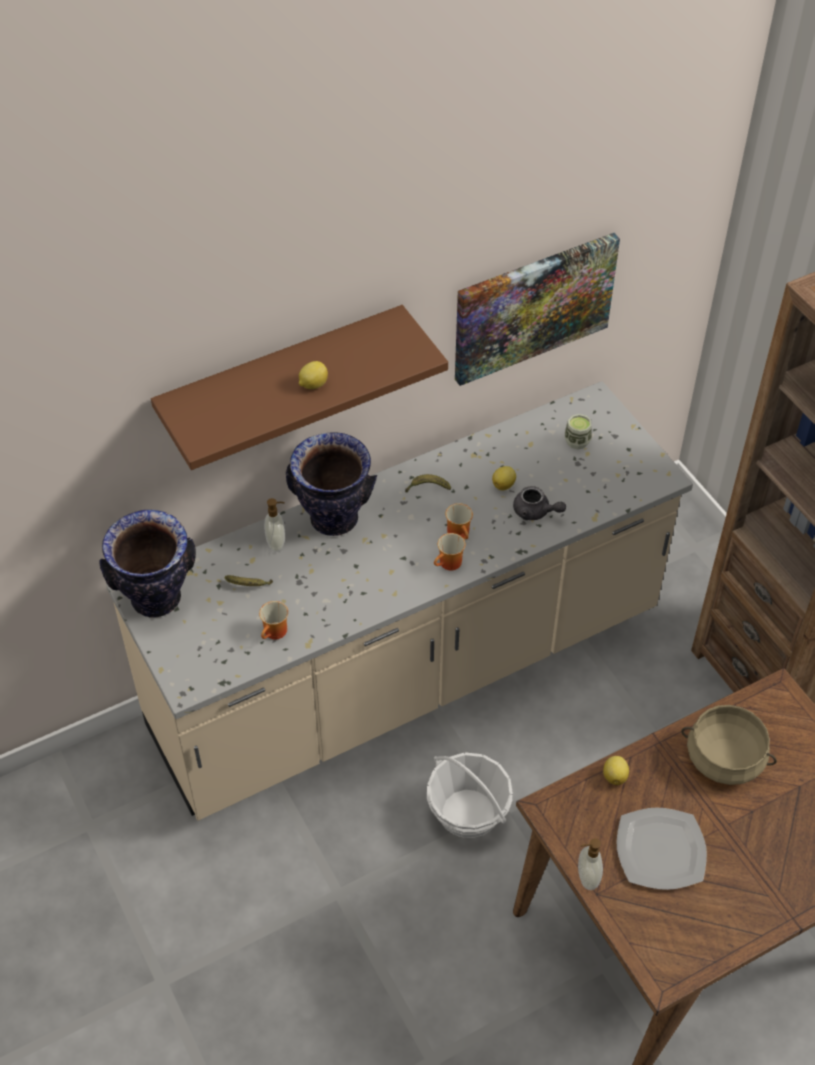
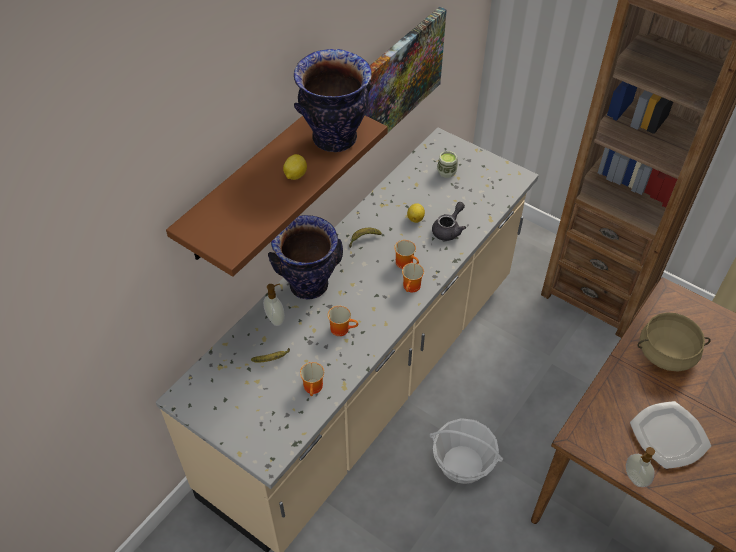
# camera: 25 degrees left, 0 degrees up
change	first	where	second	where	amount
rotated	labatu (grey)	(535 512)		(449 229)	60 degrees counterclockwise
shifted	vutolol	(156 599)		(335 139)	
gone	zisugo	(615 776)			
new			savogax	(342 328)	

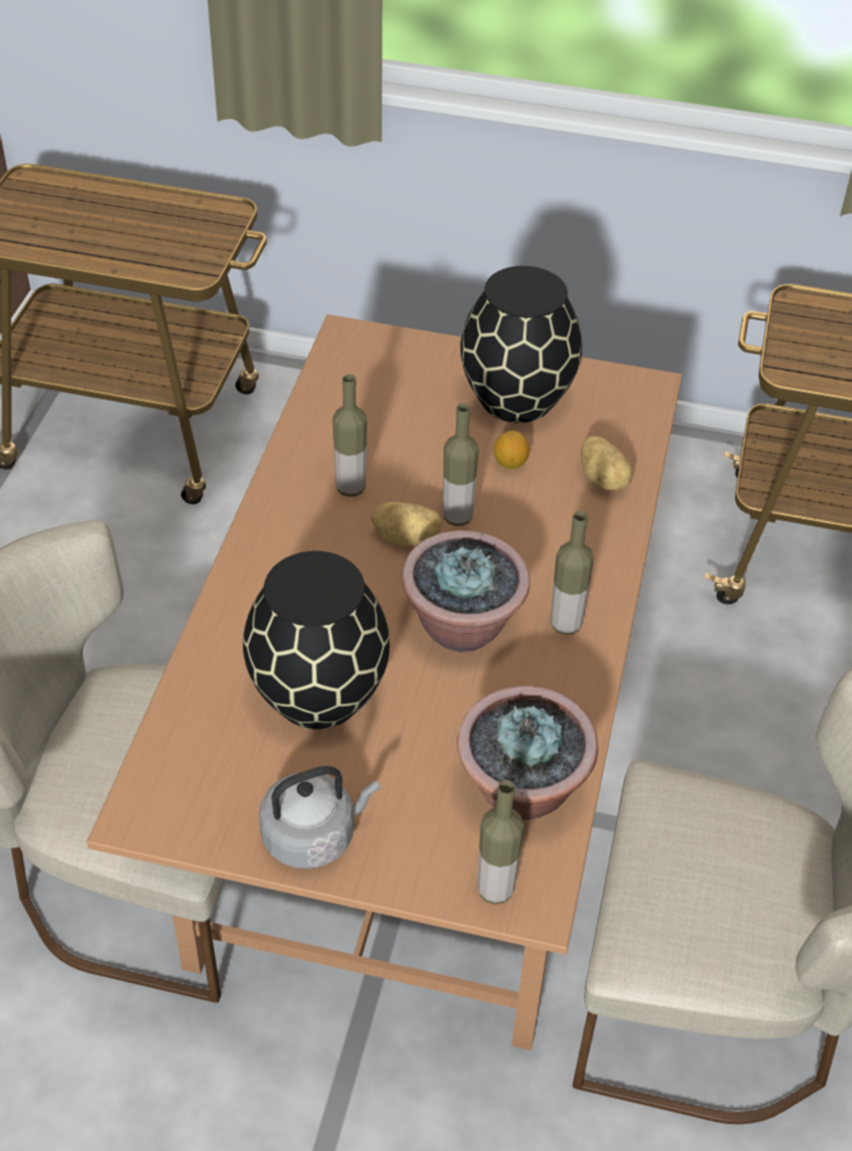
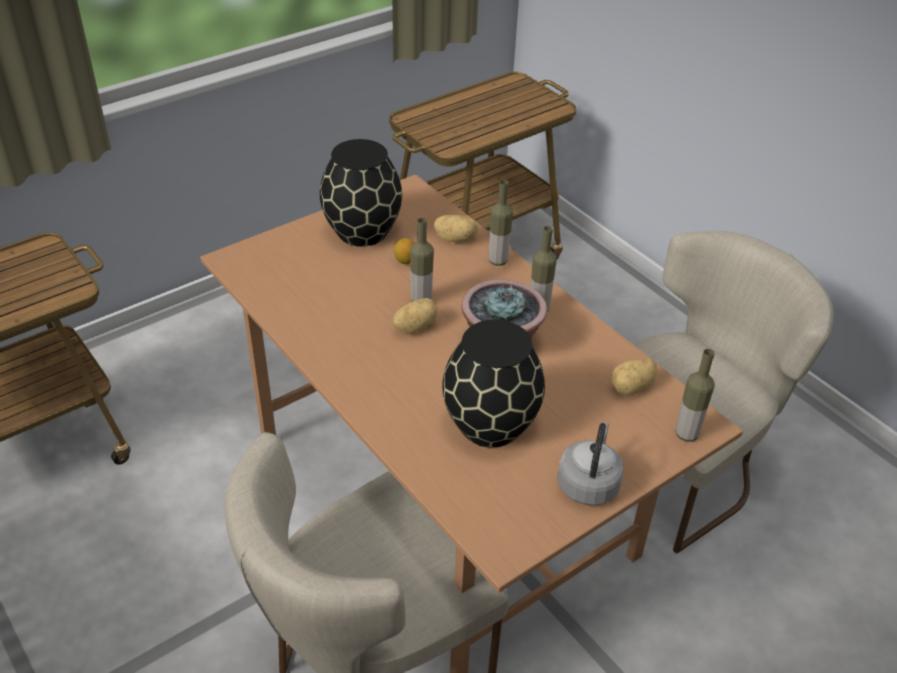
# camera: 50 degrees left, 5 degrees down
change	first	where	second	where	amount
shifted	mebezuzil	(350 488)		(498 261)	
swapped	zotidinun	(522 792)	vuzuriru	(632 388)	

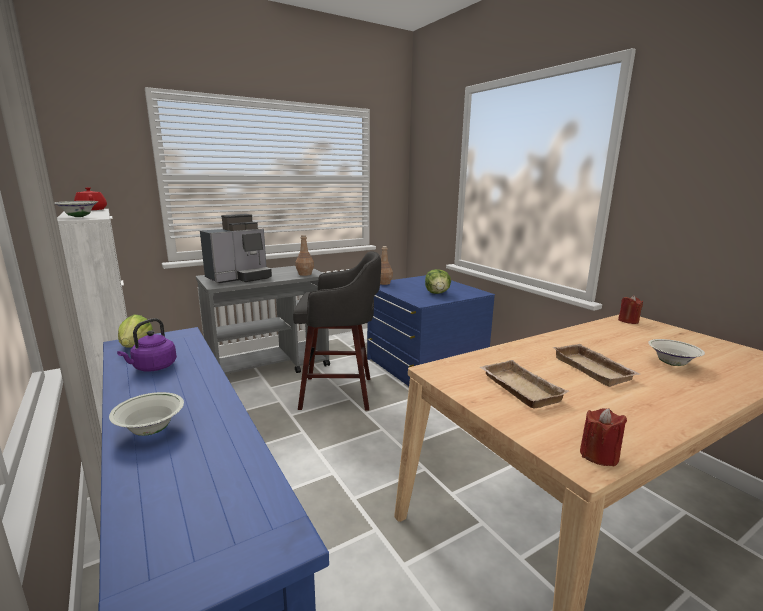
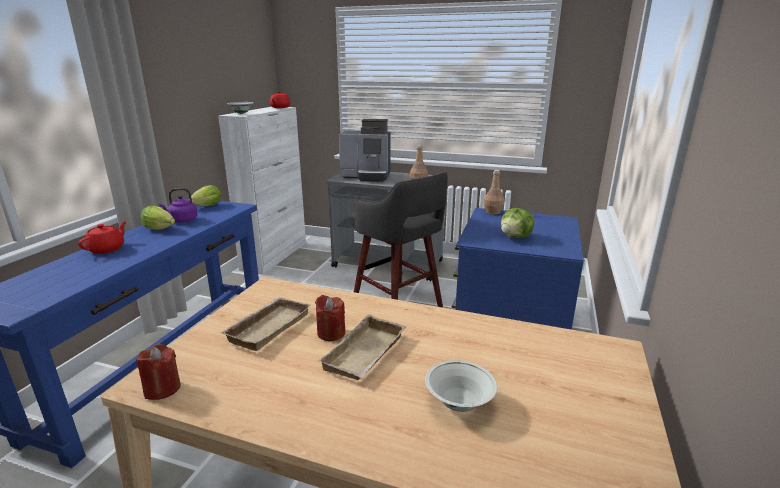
# camera: 50 degrees right, 5 degrees up
change	first	where	second	where	amount
shifted	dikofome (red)	(628 321)		(331 333)	
swapped	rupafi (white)	(151 430)	labatu (red)	(107 249)	
new			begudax	(161 229)	

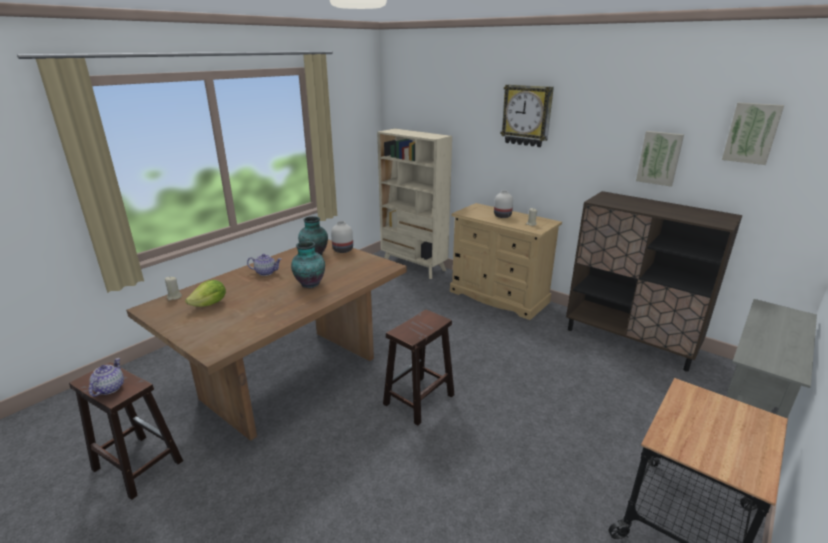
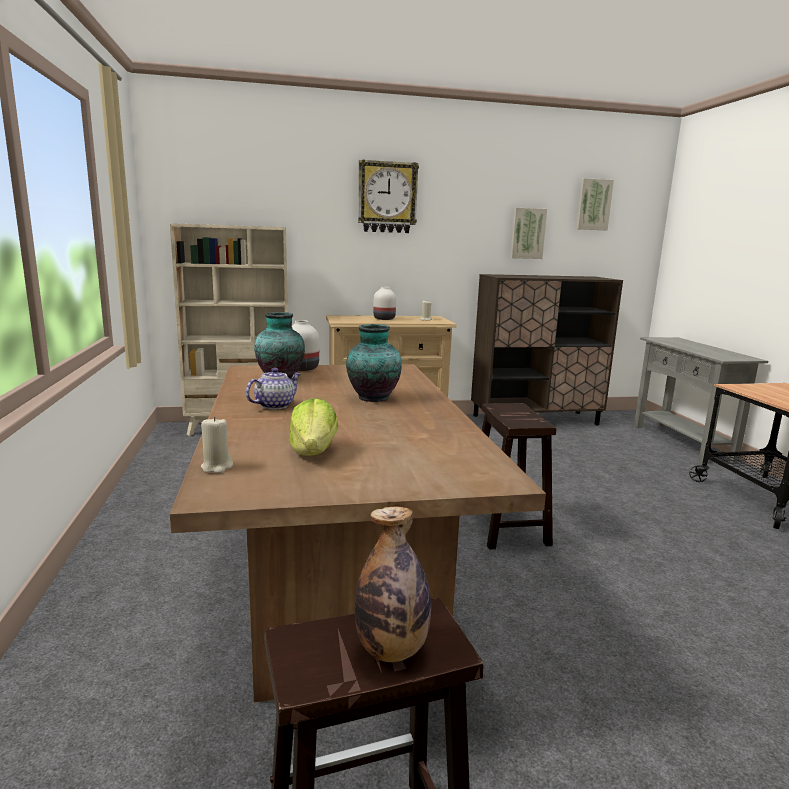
# camera: 50 degrees left, 10 degrees down
change	first	where	second	where	amount
swapped	labatu	(109 388)	mebezuzil	(391 649)	

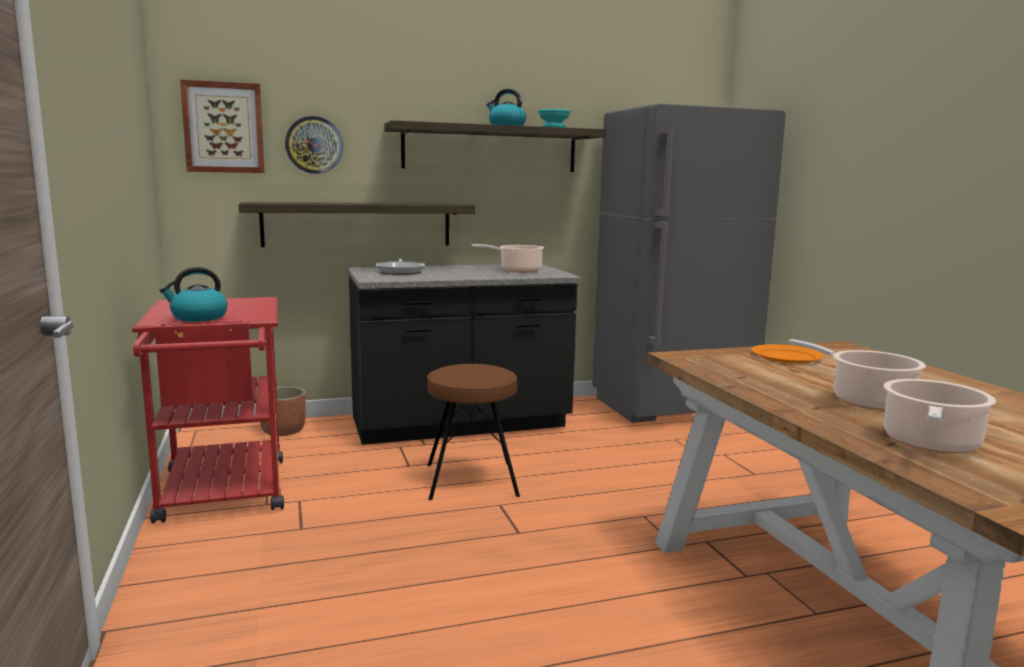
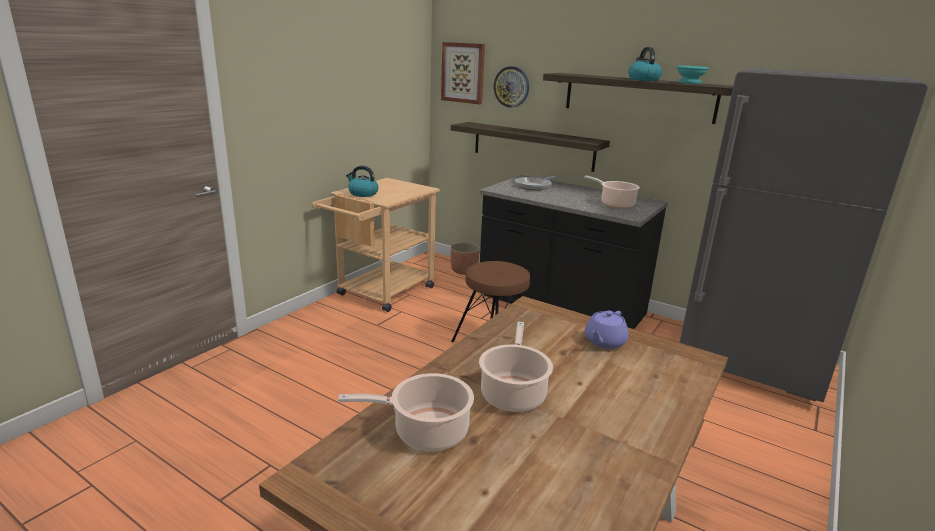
# camera: 50 degrees right, 10 degrees up
change	first	where	second	where	amount
repainted	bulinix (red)	(223 496)	bulinix (beige)	(381 294)	
swapped	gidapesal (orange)	(786 357)	labatu (purple)	(604 342)	

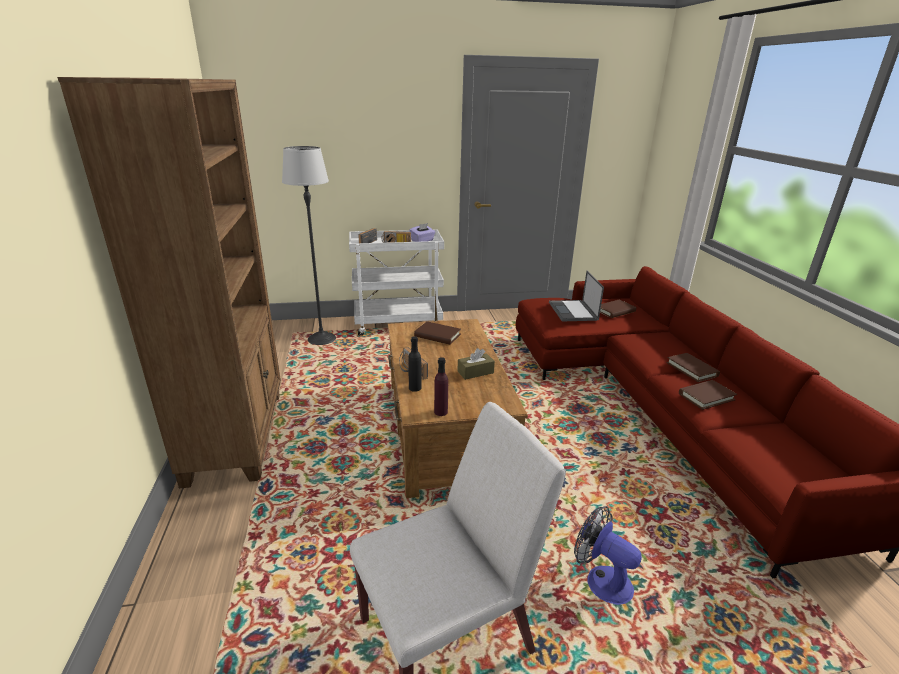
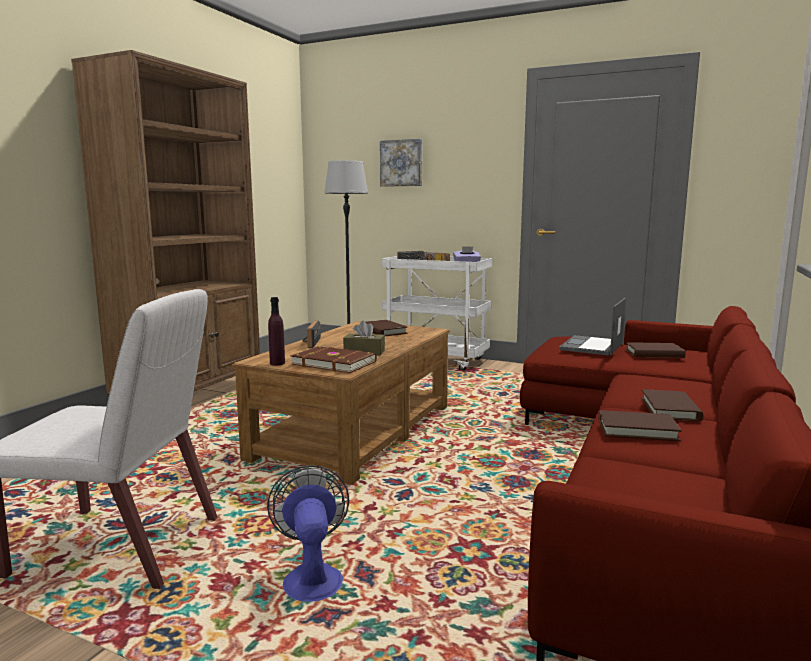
# camera: 35 degrees right, 15 degrees down
change	first	where	second	where	amount
gone	mebezuzil (black)	(415 388)			
new			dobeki	(401 163)	
new			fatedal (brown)	(334 363)	

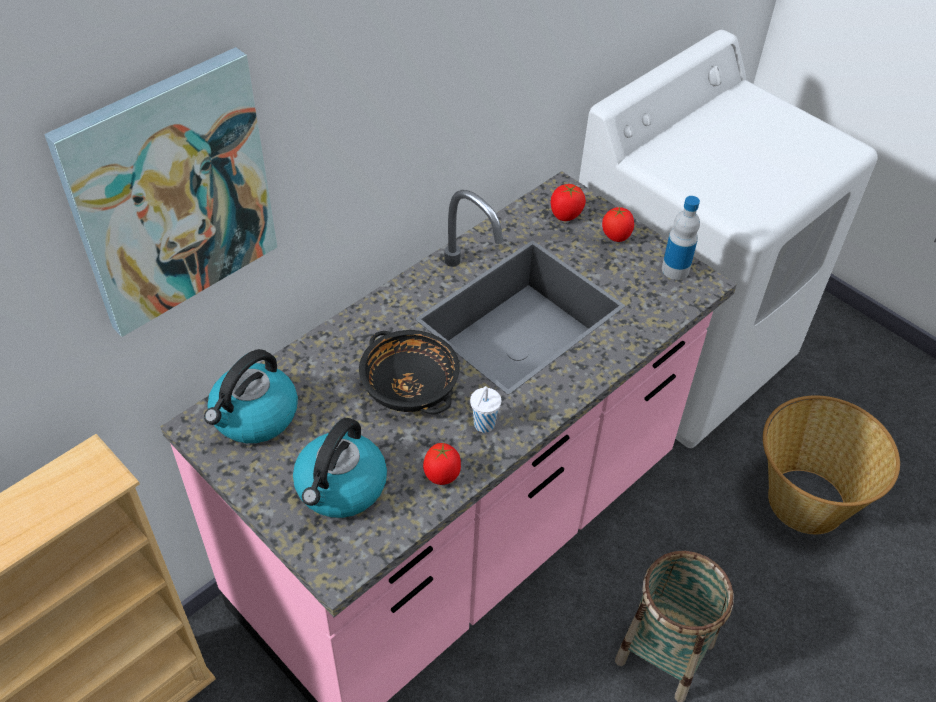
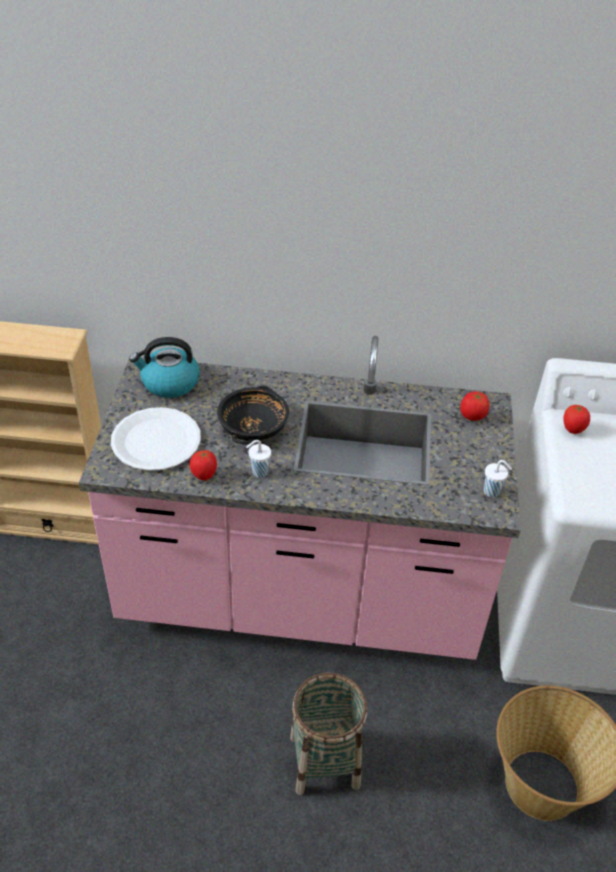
# camera: 50 degrees right, 5 degrees down
change	first	where	second	where	amount
gone	dobeki	(171 193)			
swapped	mebezuzil	(675 270)	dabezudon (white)	(492 492)	
shifted	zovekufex	(616 237)		(573 430)	
swapped	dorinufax	(341 487)	gidapesal (white)	(156 441)	

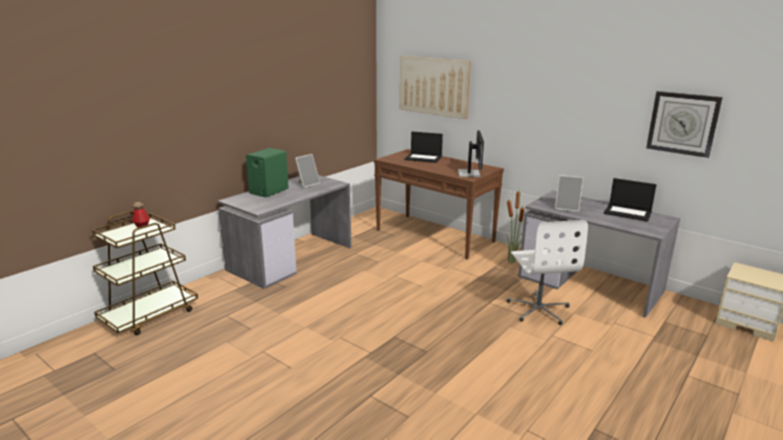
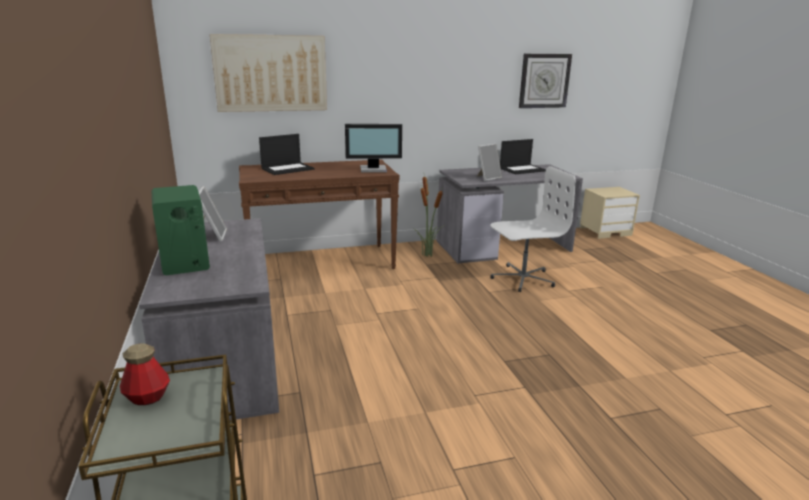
# camera: 55 degrees left, 0 degrees up
change	first	where	second	where	amount
rotated	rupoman	(470 173)		(373 169)	135 degrees clockwise
rotated	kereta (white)	(538 309)		(522 278)	45 degrees counterclockwise

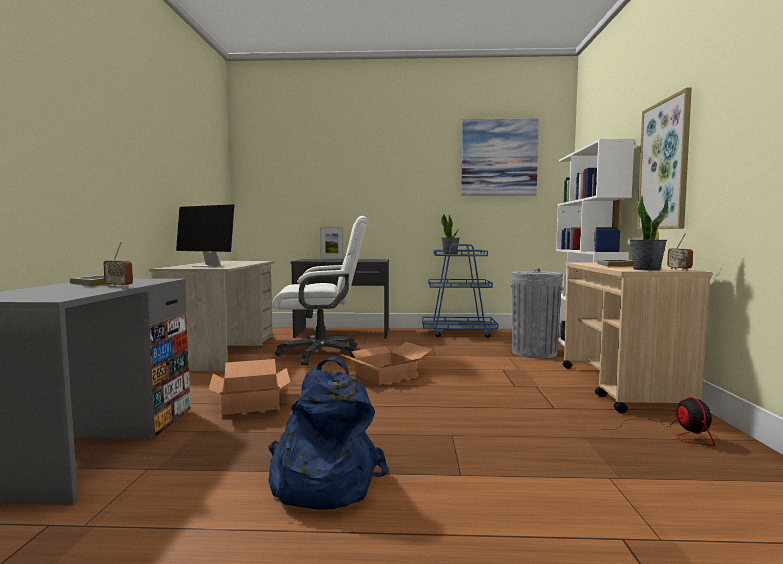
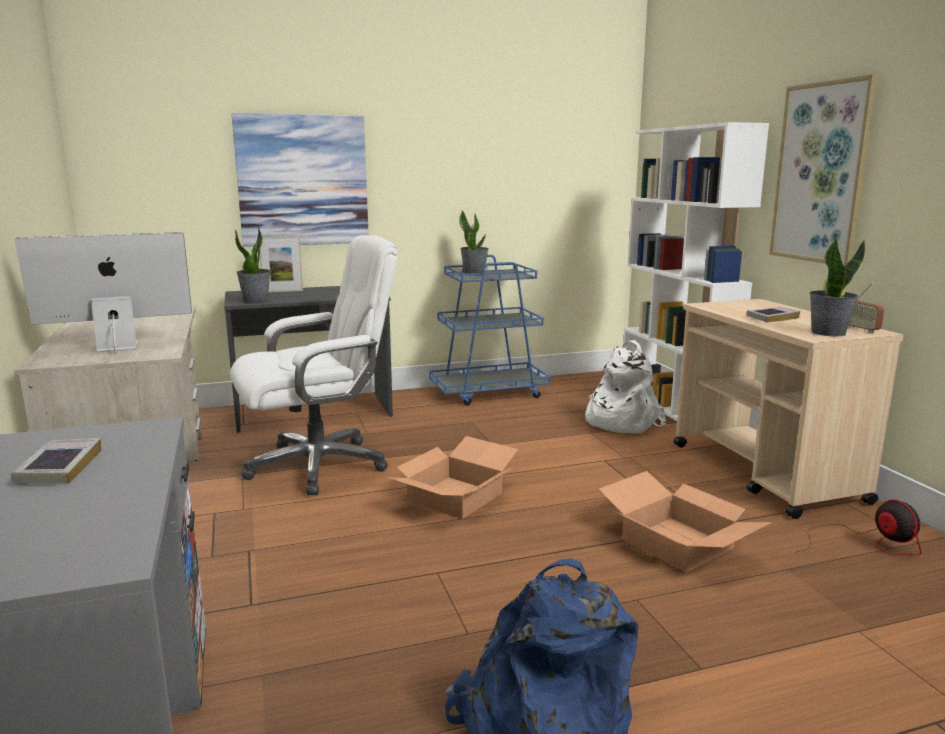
# camera: 20 degrees left, 10 degrees up
change	first	where	second	where	amount
shifted	dobeki	(499 157)		(303 181)	
rotated	rupoman	(208 266)		(116 347)	150 degrees clockwise
gone	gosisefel	(119 286)			
swapped	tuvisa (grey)	(534 352)	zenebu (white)	(619 421)	
shifted	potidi	(252 402)		(679 543)	
new			zotidinun	(256 301)	

